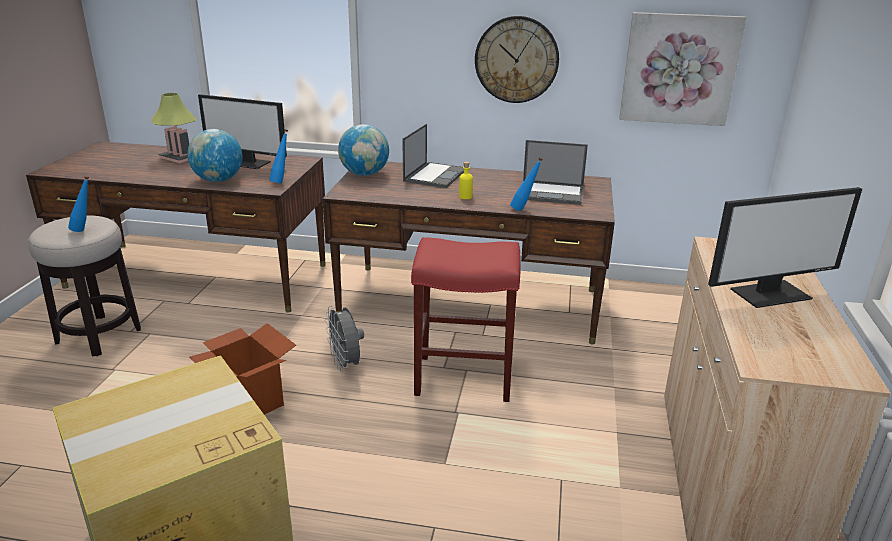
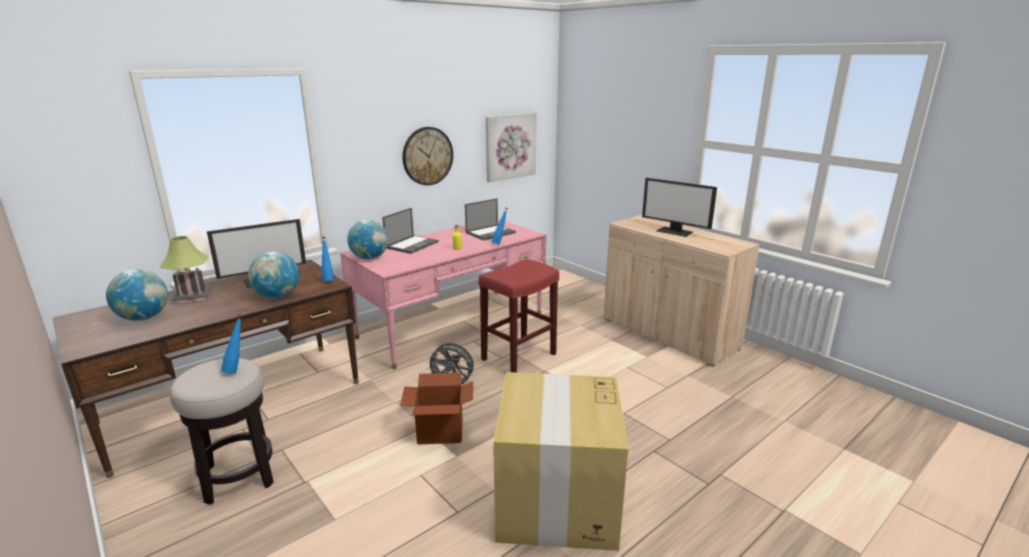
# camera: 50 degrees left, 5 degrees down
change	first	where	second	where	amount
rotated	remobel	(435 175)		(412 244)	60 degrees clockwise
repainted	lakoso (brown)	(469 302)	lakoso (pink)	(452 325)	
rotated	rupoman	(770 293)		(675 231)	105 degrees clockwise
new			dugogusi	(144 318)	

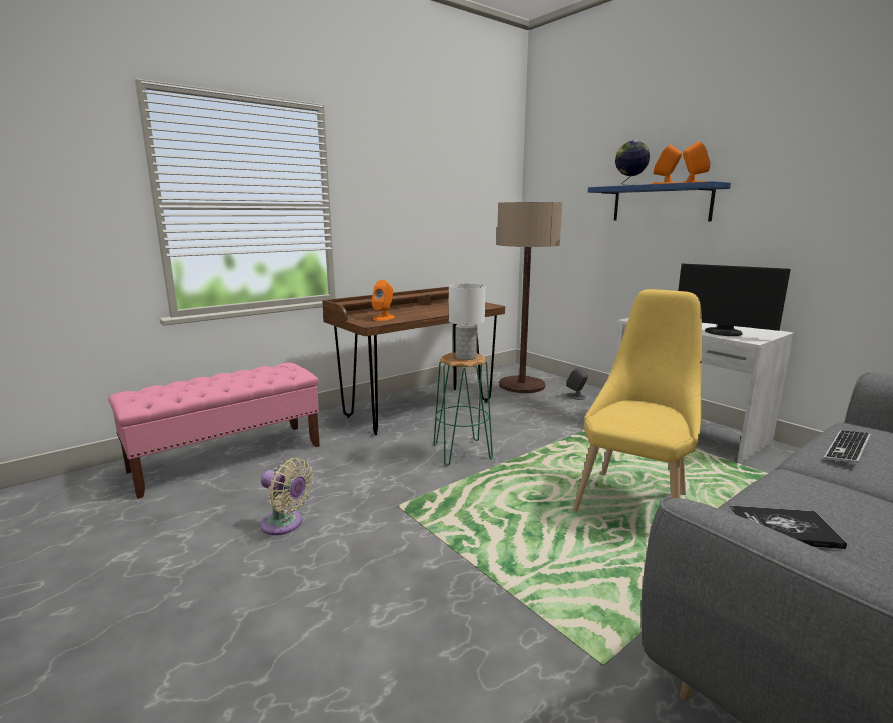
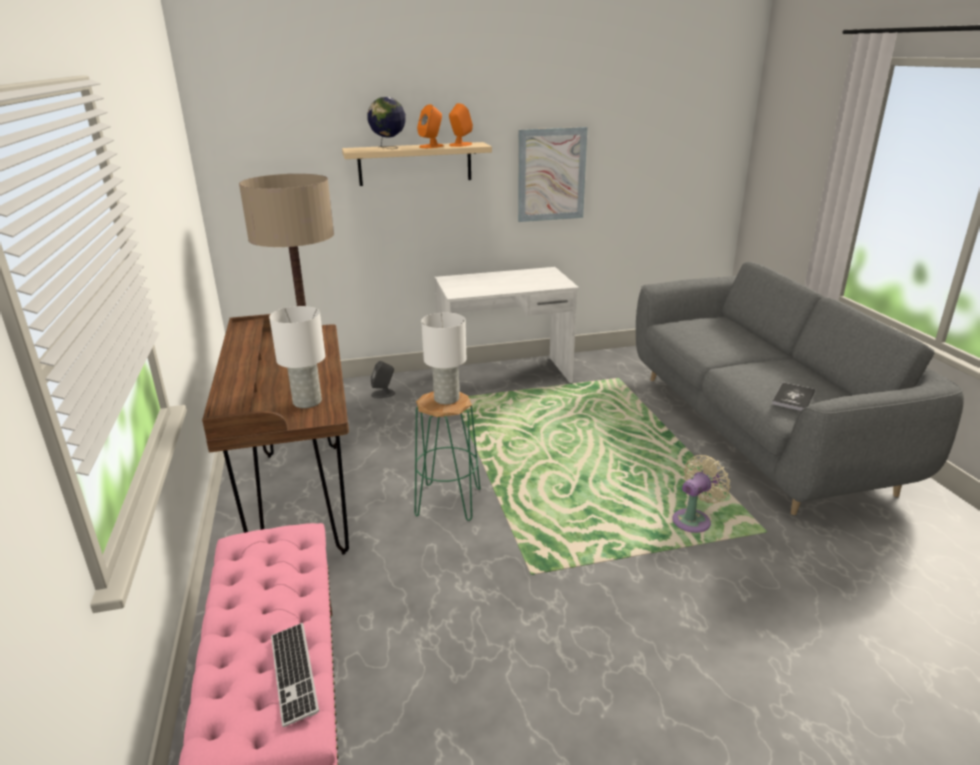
# camera: 65 degrees left, 10 degrees up
change	first	where	second	where	amount
repainted	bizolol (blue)	(661 203)	bizolol (beige)	(415 164)	
gone	rupoman	(723 333)			
swapped	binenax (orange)	(384 318)	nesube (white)	(307 401)	
gone	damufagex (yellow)	(635 499)			
shifted	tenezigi	(847 448)		(294 674)	
shifted	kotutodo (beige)	(285 524)		(694 520)	
new			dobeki	(551 175)	

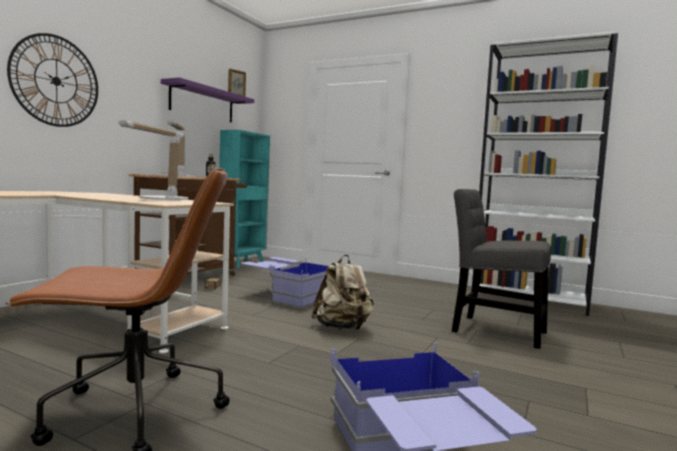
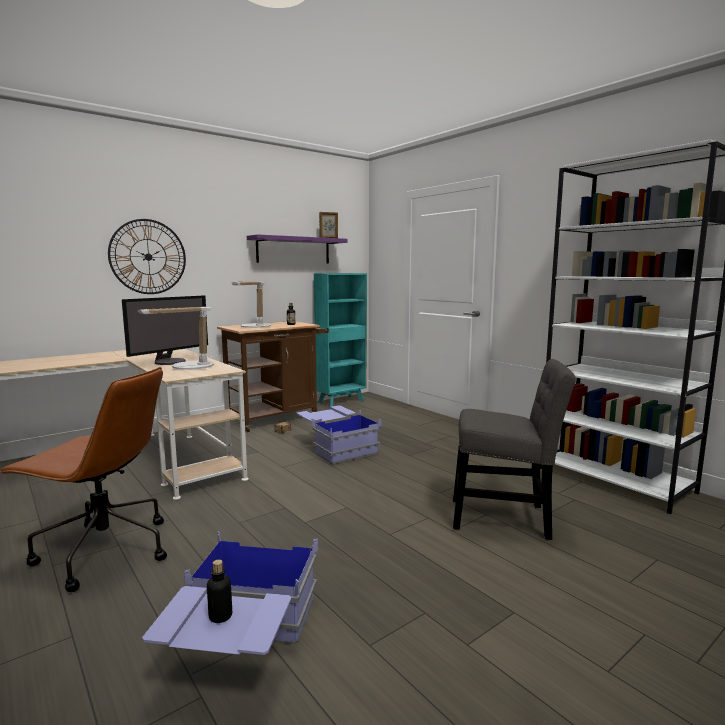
# camera: 25 degrees right, 5 degrees up
change	first	where	second	where	amount
rotated	damufagex (grey)	(493 330)		(505 518)	135 degrees clockwise
gone	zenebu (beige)	(342 328)			
new			rupoman	(170 362)	
new			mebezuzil	(220 616)	

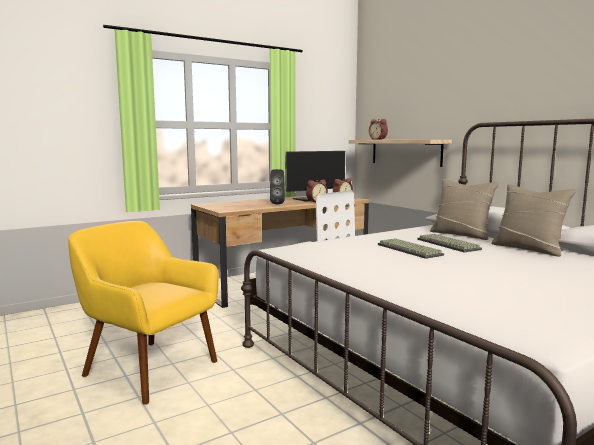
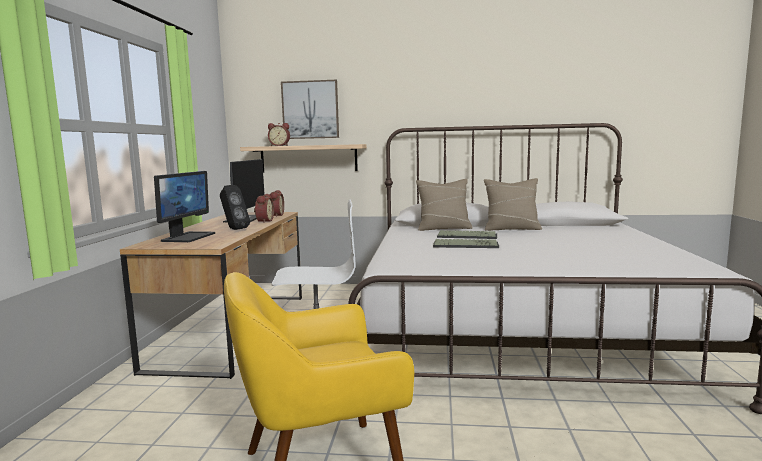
# camera: 50 degrees left, 0 degrees up
change	first	where	second	where	amount
new			dobeki	(310 110)	
new			rupoman	(188 237)	

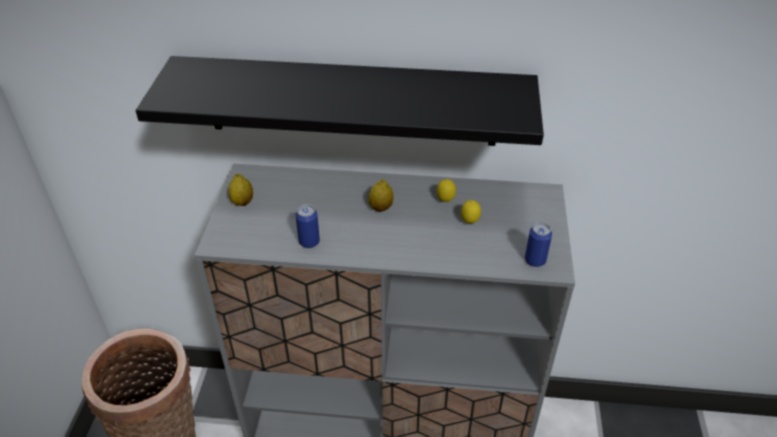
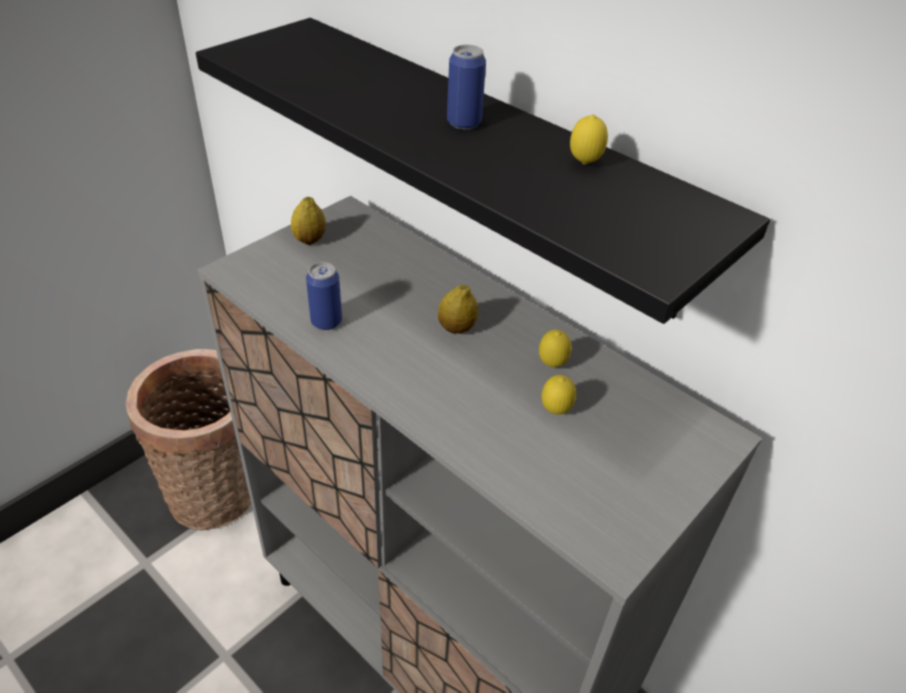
# camera: 35 degrees right, 0 degrees up
change	first	where	second	where	amount
shifted	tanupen	(535 260)		(464 123)	
new			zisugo	(584 164)	

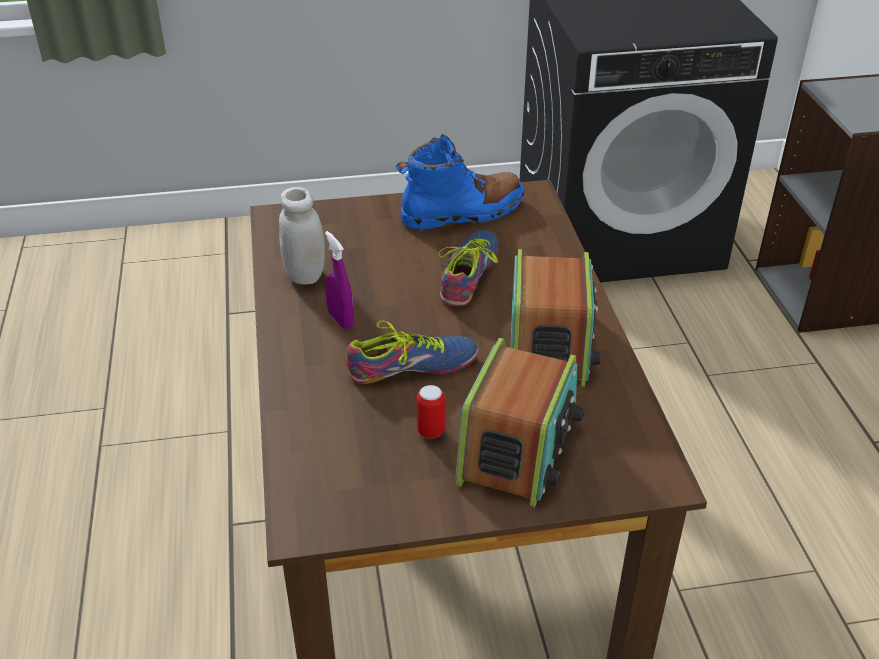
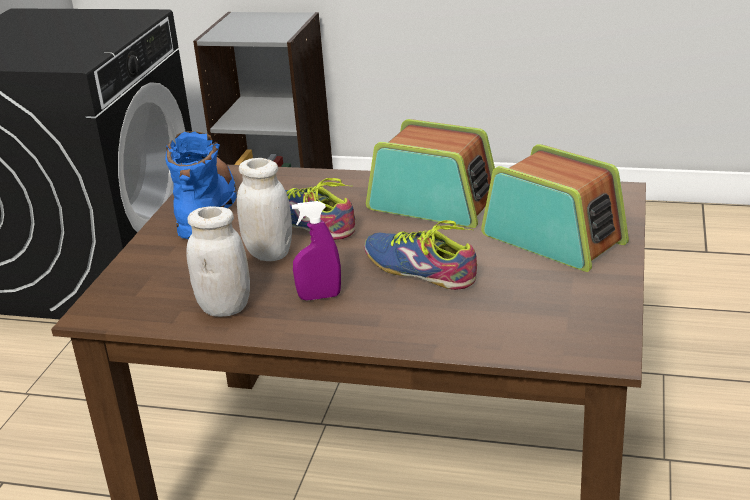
# camera: 65 degrees left, 10 degrees down
change	first	where	second	where	amount
rotated	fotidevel	(412 366)		(419 269)	60 degrees counterclockwise
gone	tanupen	(431 431)			
new			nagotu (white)	(269 254)	

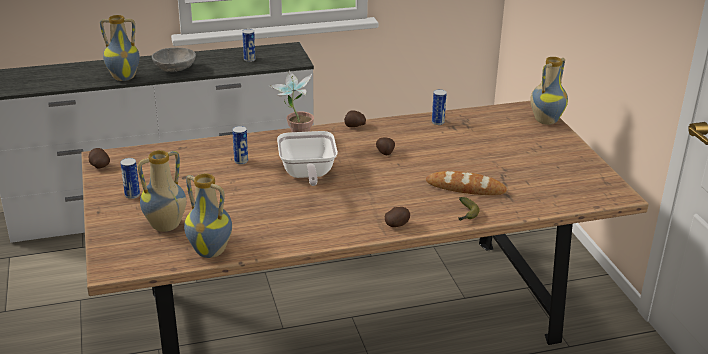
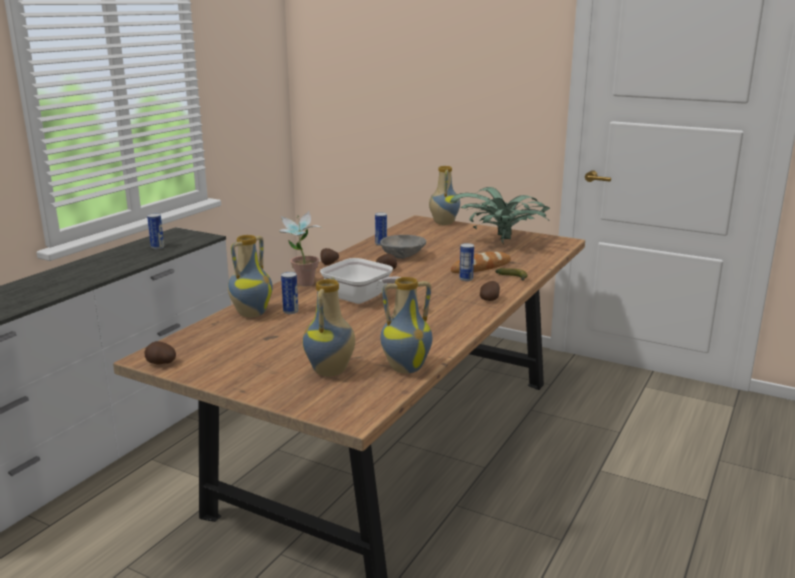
# camera: 45 degrees left, 10 degrees down
change	first	where	second	where	amount
shifted	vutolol	(124 77)		(251 313)	
shifted	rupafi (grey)	(175 70)		(403 256)	
shifted	tanupen	(132 195)		(466 279)	
new			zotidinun	(503 243)	

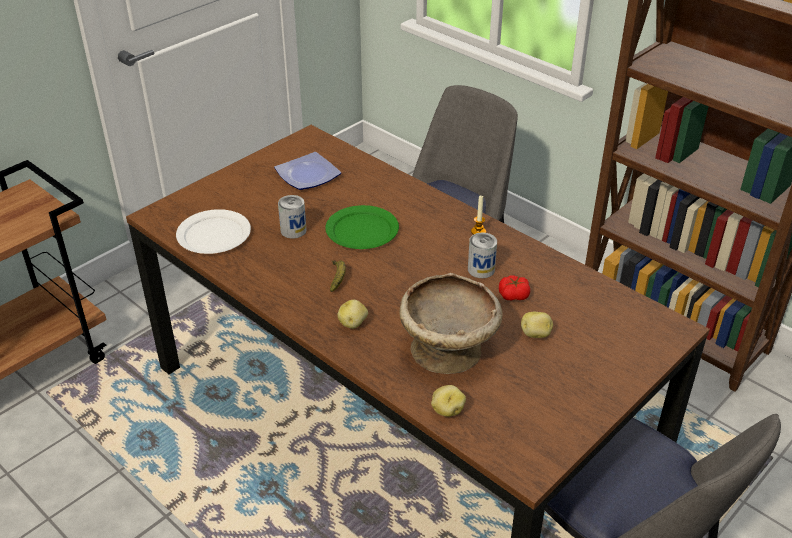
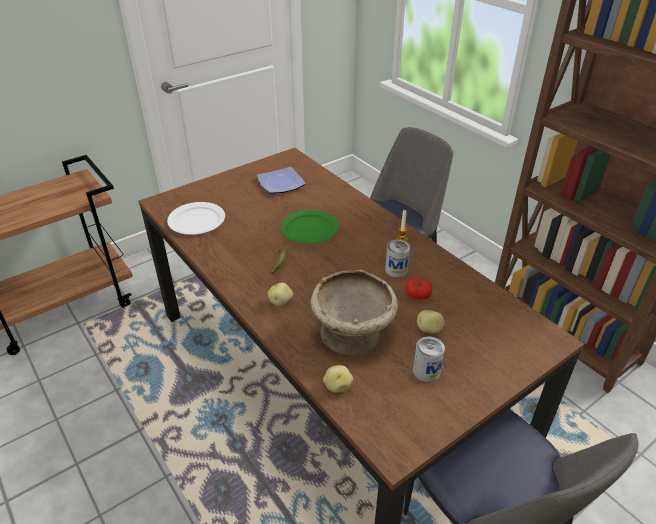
# camera: 10 degrees right, 0 degrees up
change	first	where	second	where	amount
shifted	tanupen	(293 230)		(426 371)	

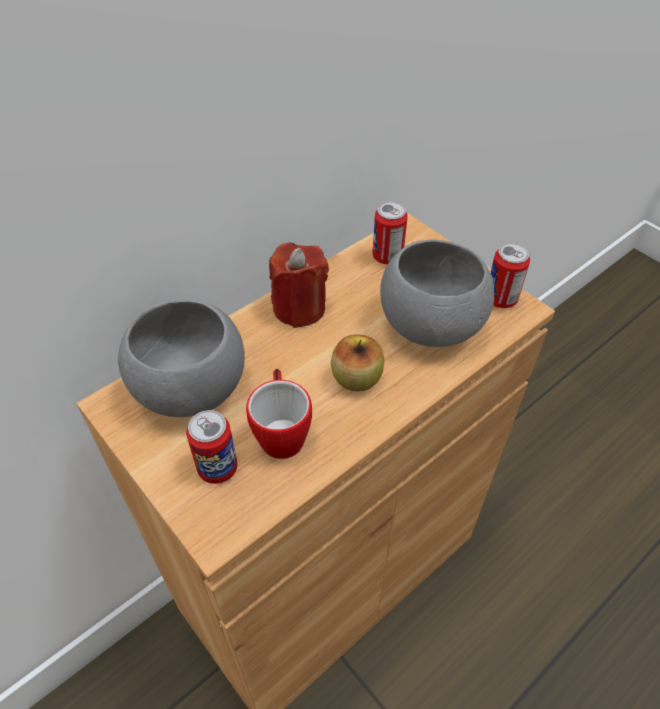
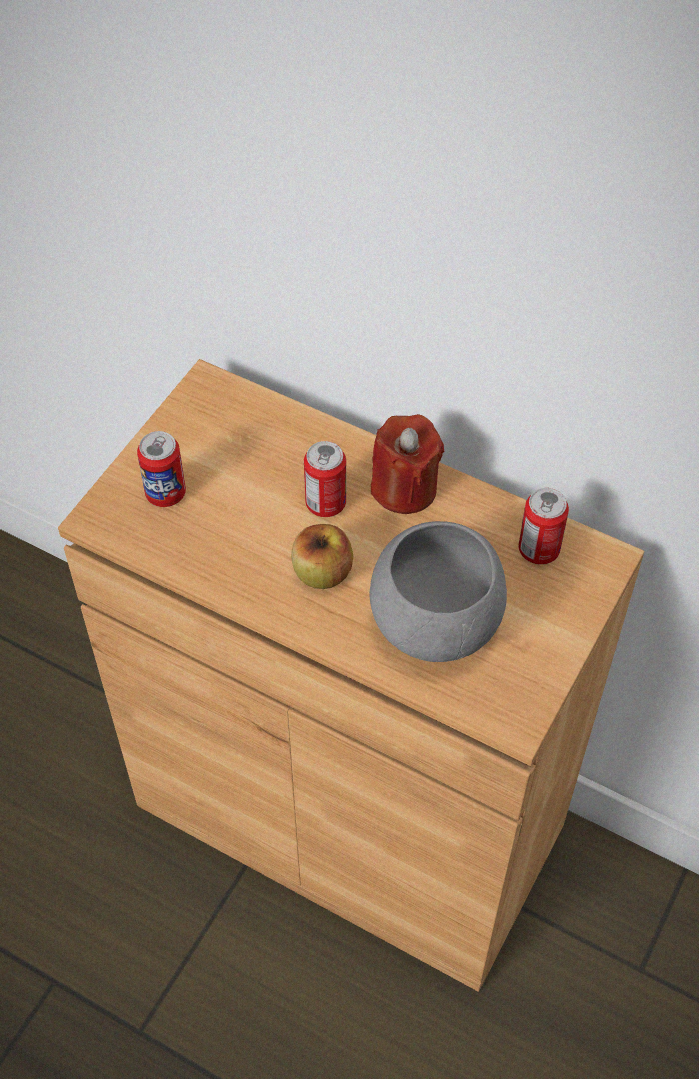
# camera: 70 degrees right, 5 degrees up
change	first	where	second	where	amount
shifted	tanupen	(500 299)		(325 503)	
gone	rupafi (grey)	(192 391)			
gone	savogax	(281 431)			

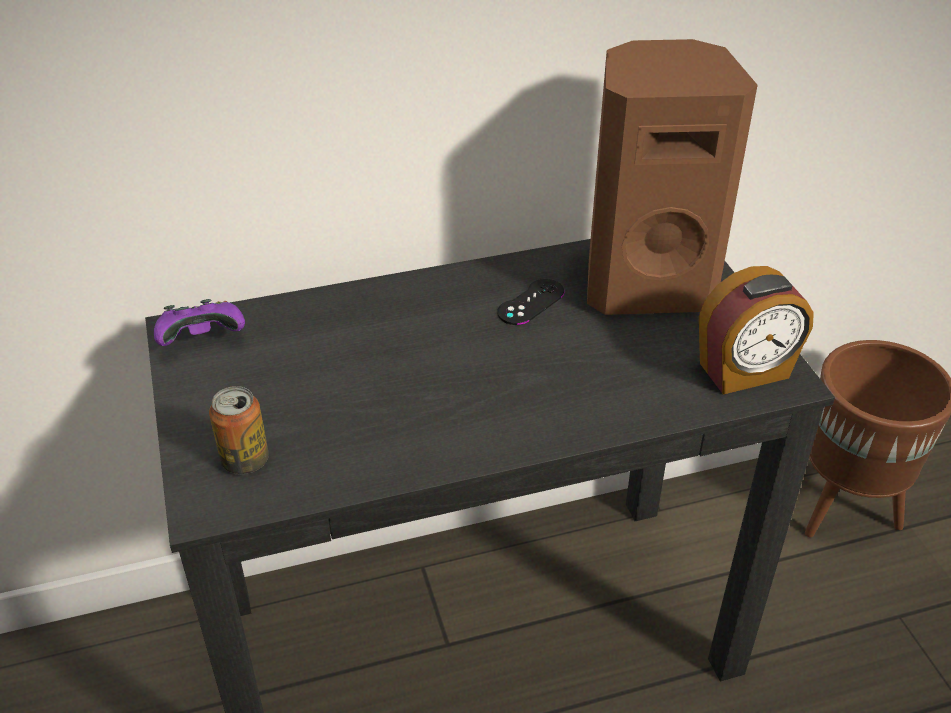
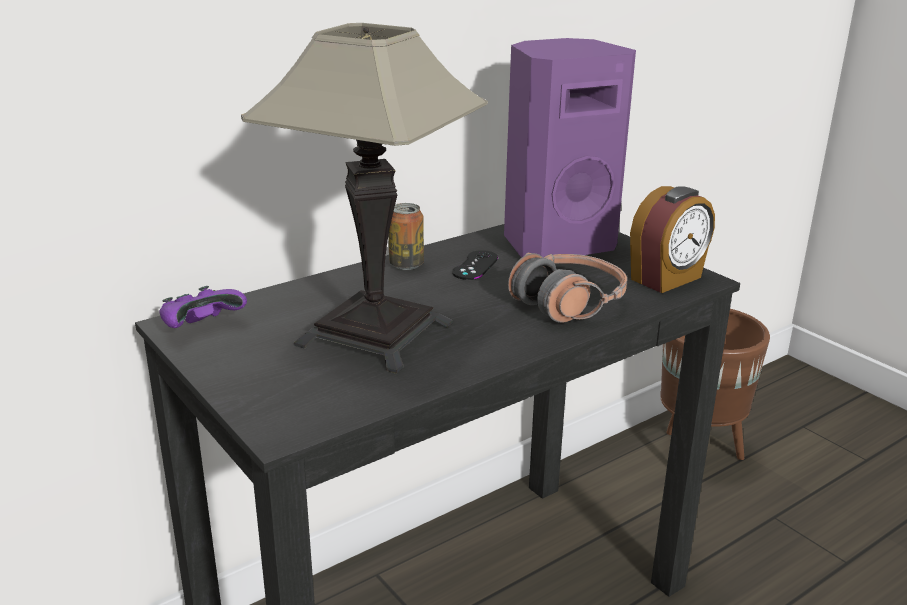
# camera: 20 degrees left, 15 degrees down
change	first	where	second	where	amount
repainted	binenax (brown)	(645 284)	binenax (purple)	(556 244)	
shifted	tanupen	(245 460)		(406 265)	
new			nesube	(375 334)	
new			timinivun	(567 302)	

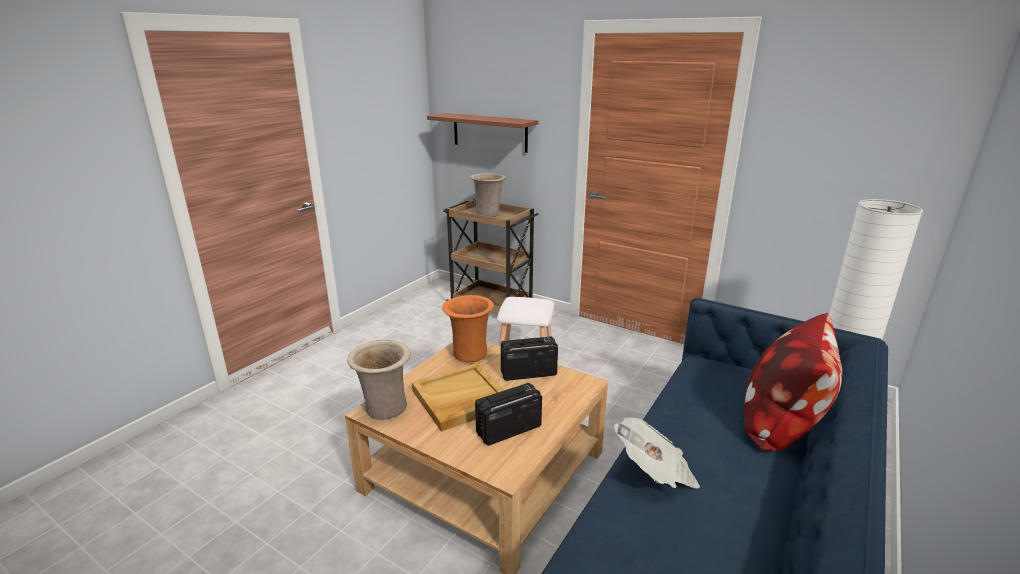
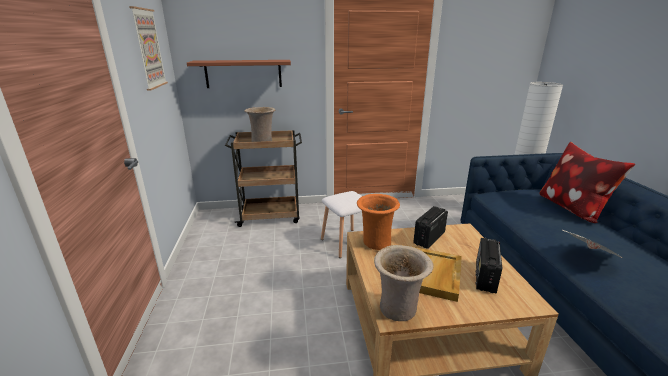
# camera: 40 degrees left, 0 degrees up
change	first	where	second	where	amount
new			dobeki	(148 49)	

